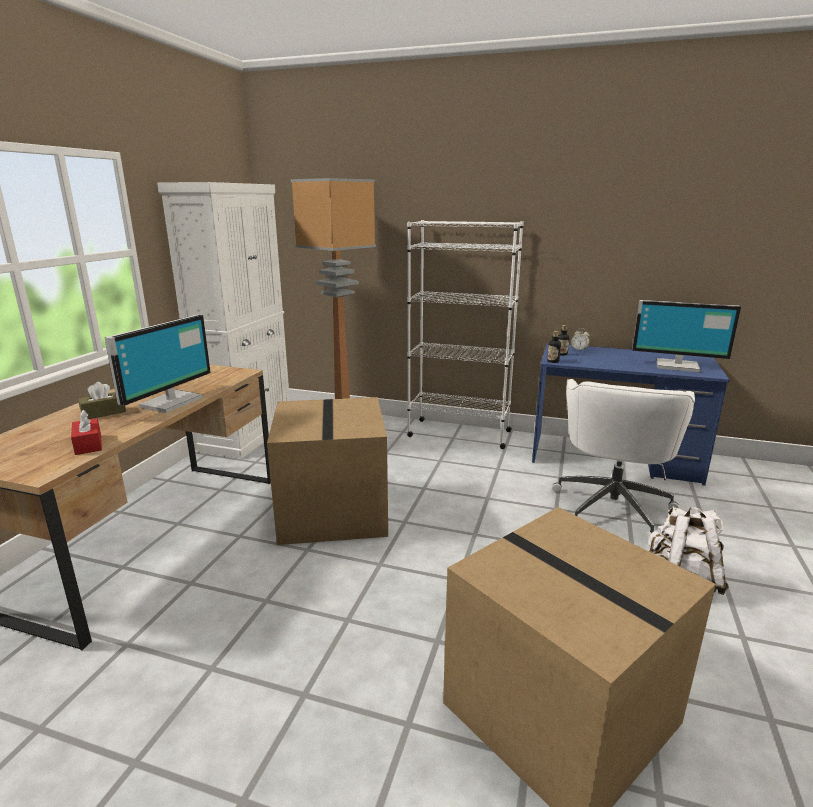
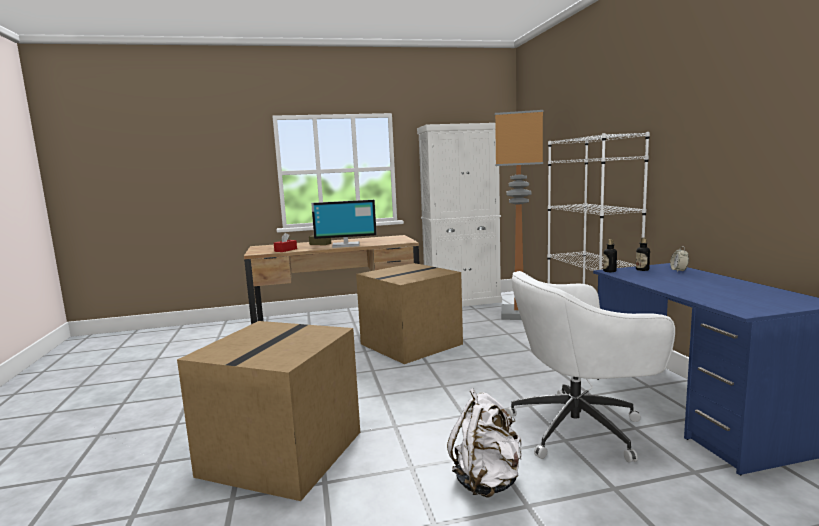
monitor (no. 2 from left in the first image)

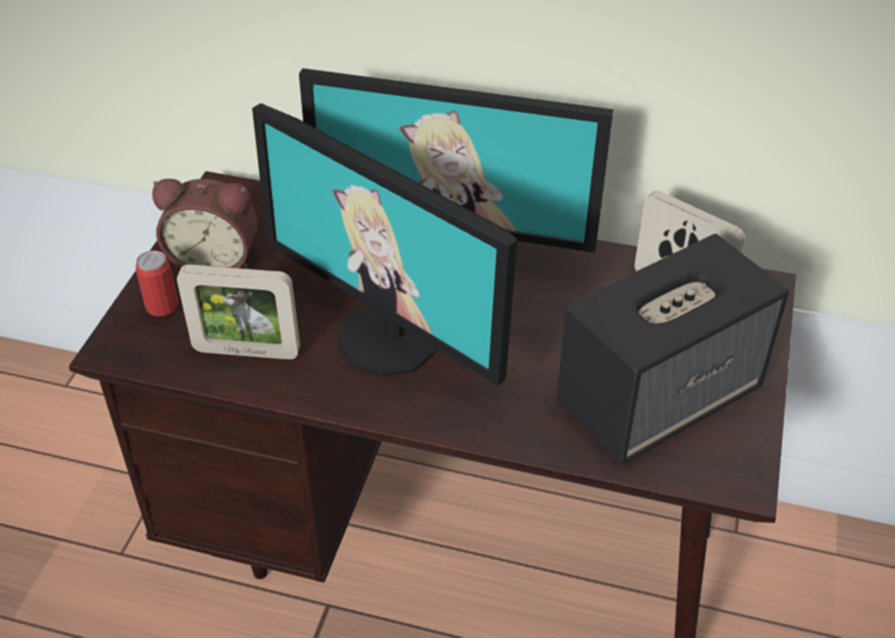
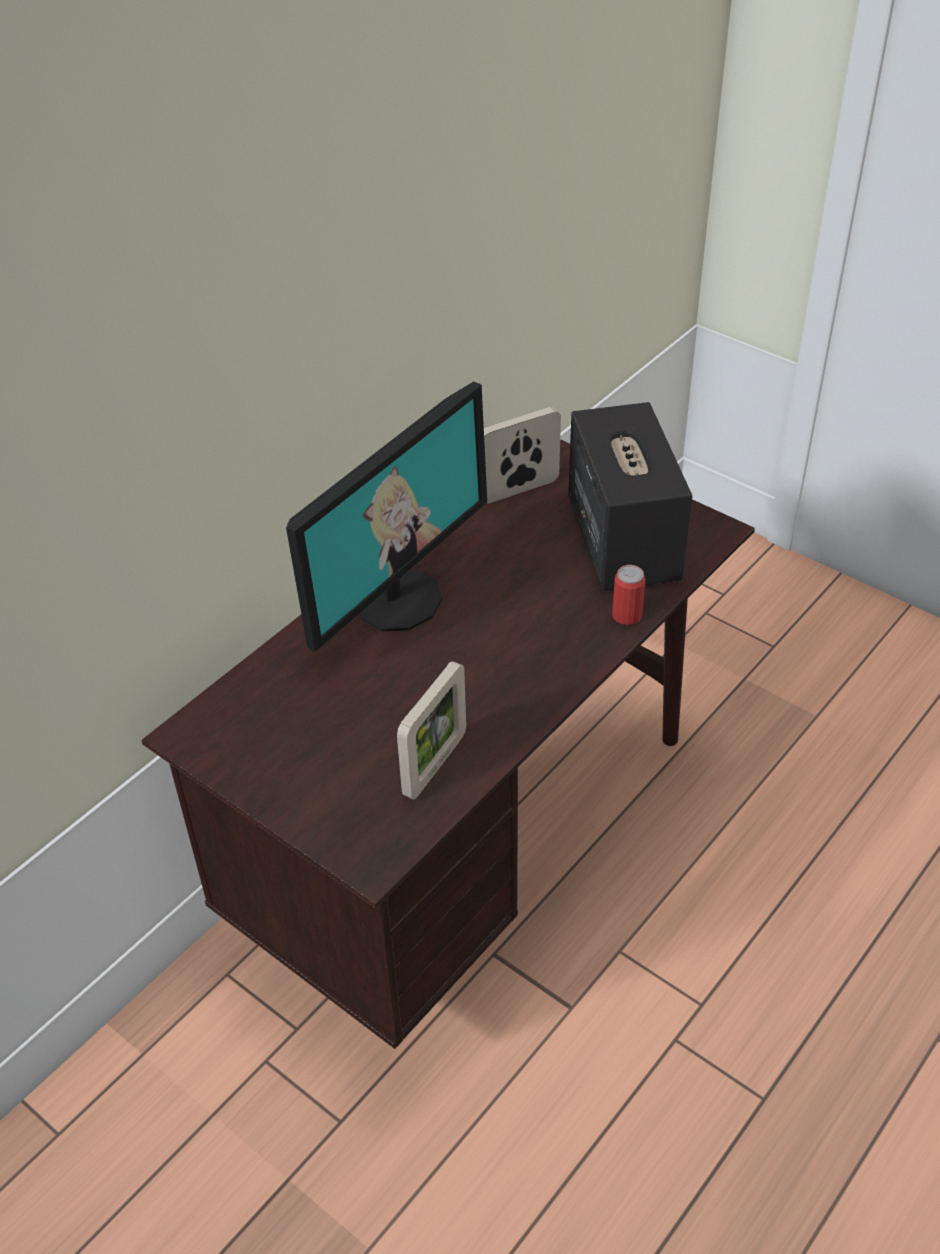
budzik
monitor (no. 1 from left in the first image)
puszka

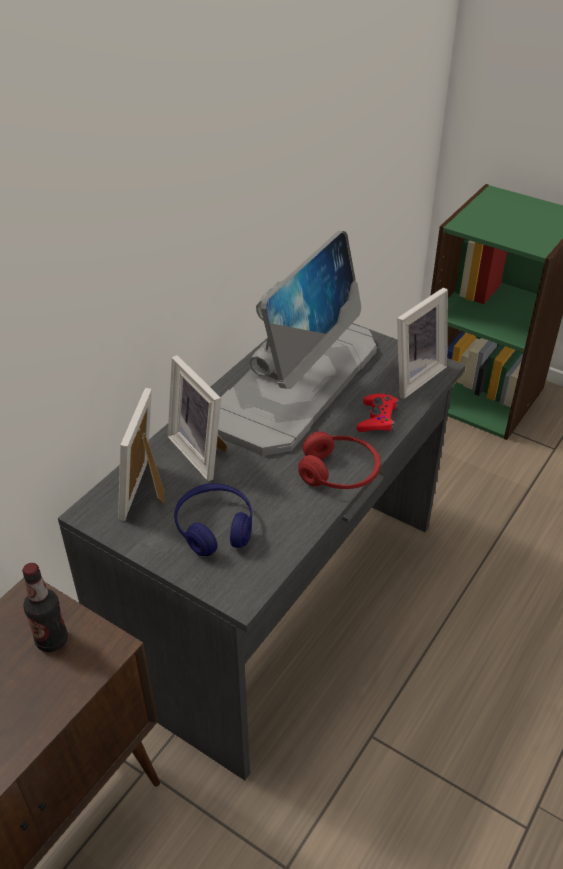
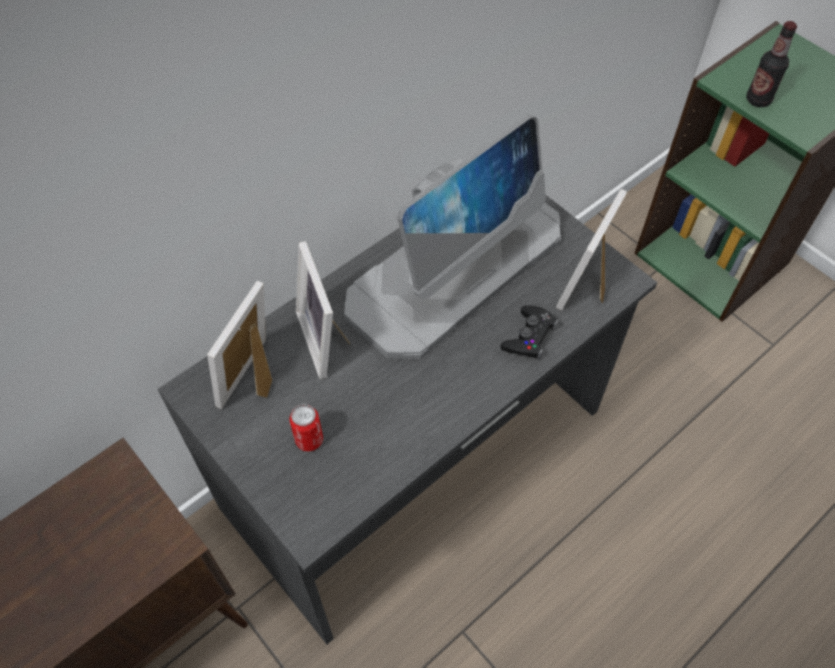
słuchawki [czerwony]
butelka
puszka
pad do gier [czarny]
ramka na zdjęcie (no. 3 from left)

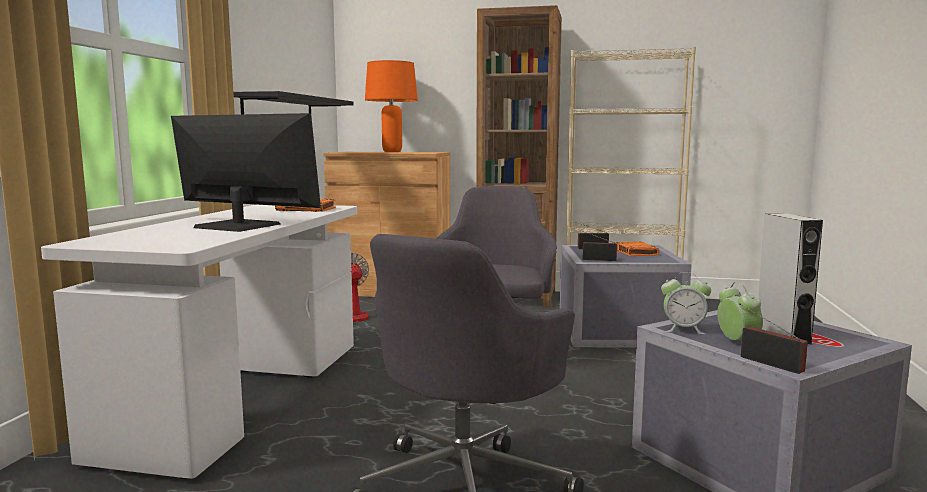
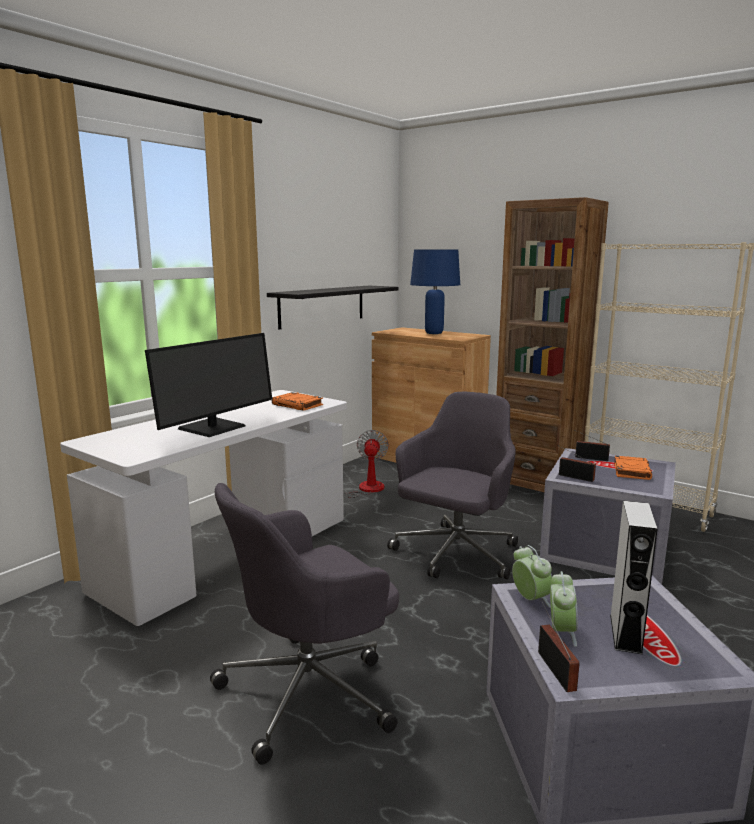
lampa stołowa [niebieski]
monitor
budzik (no. 1 from left)

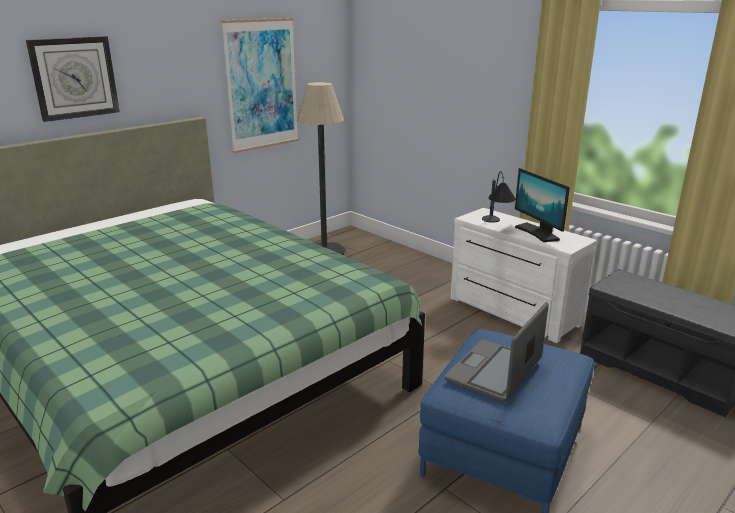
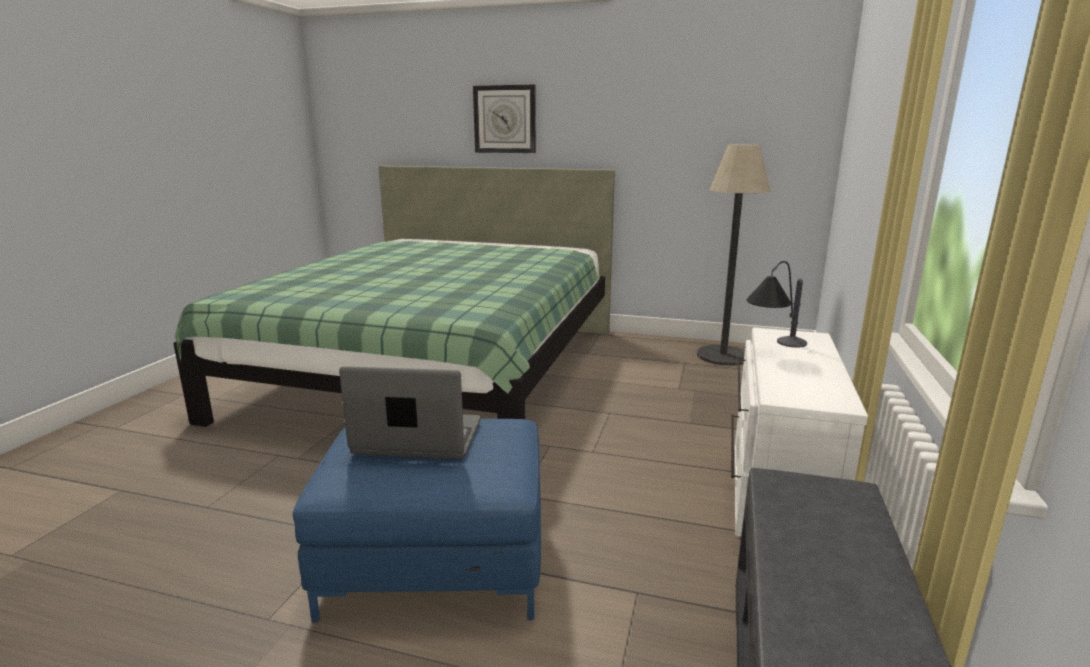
obraz
monitor

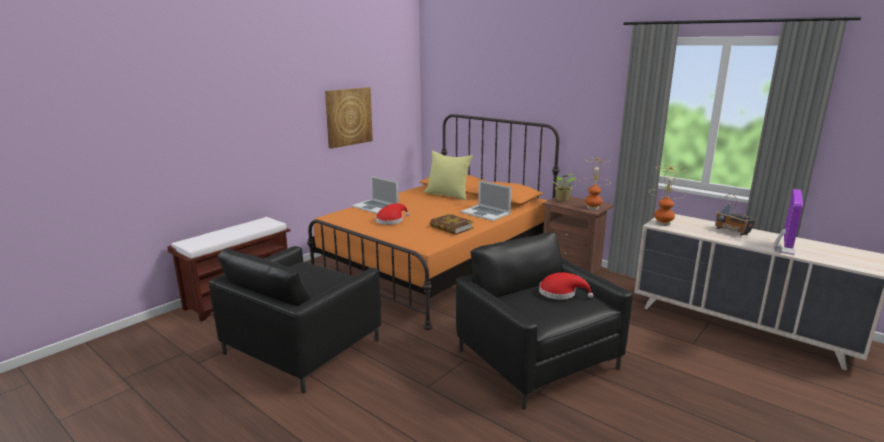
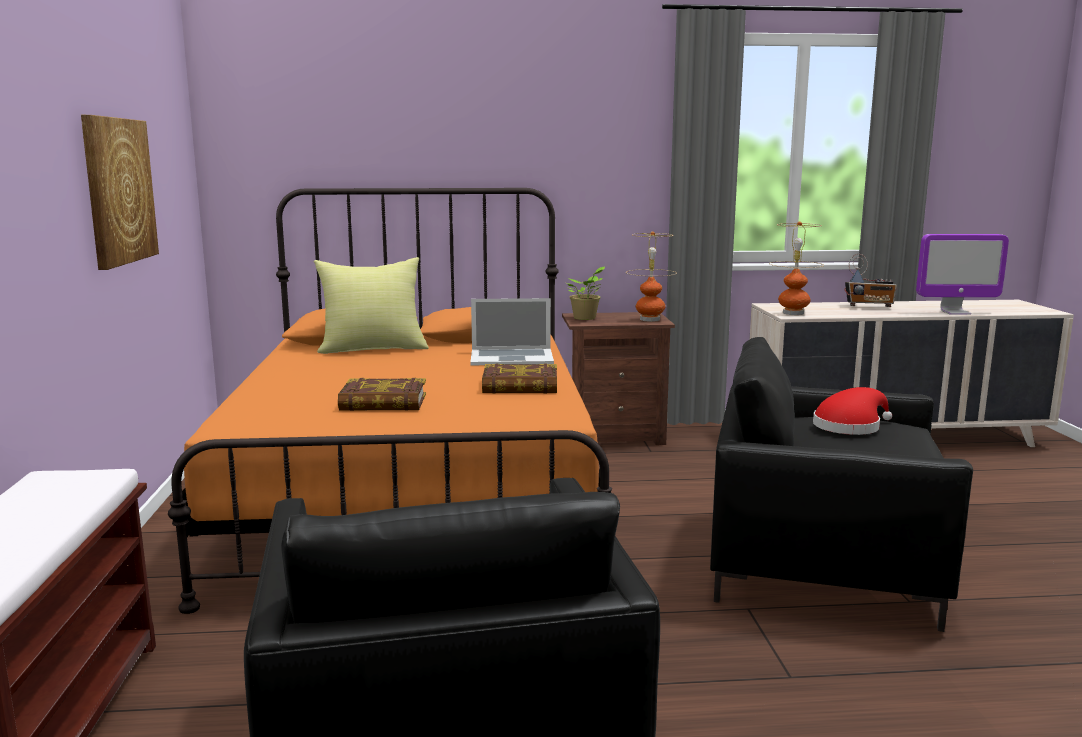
laptop (no. 1 from left in the first image)
książka (no. 1 from left)
monitor

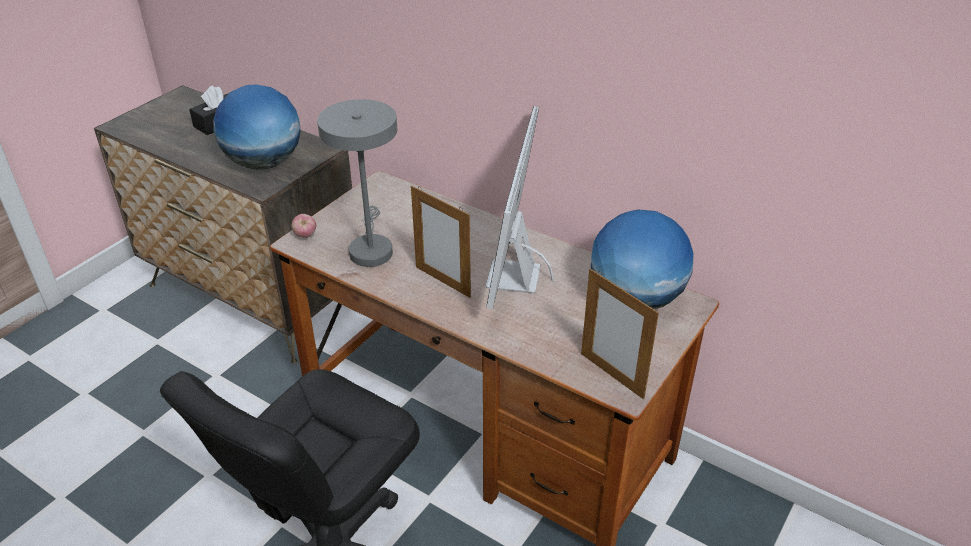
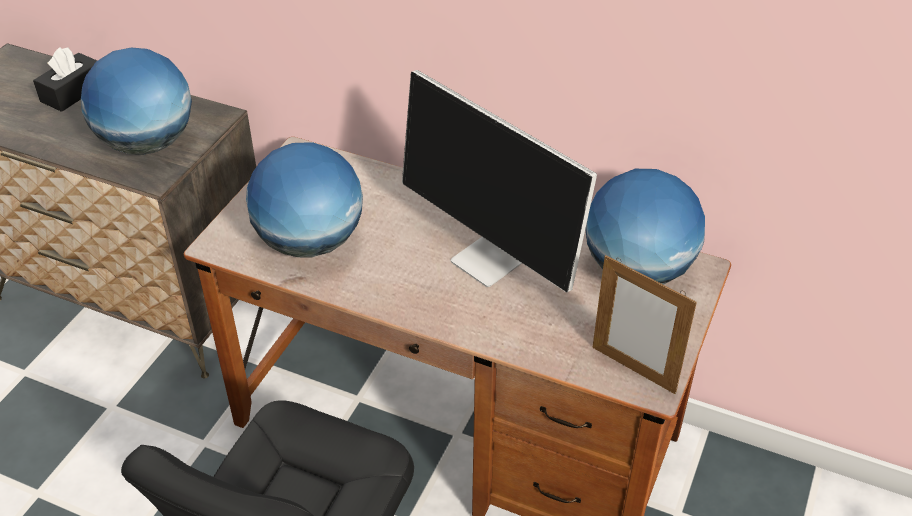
jabłko
ramka na zdjęcie (no. 1 from left in the first image)
globus (no. 2 from left)
monitor

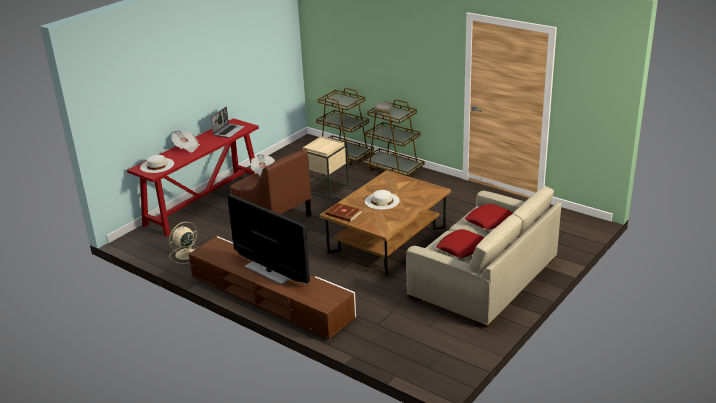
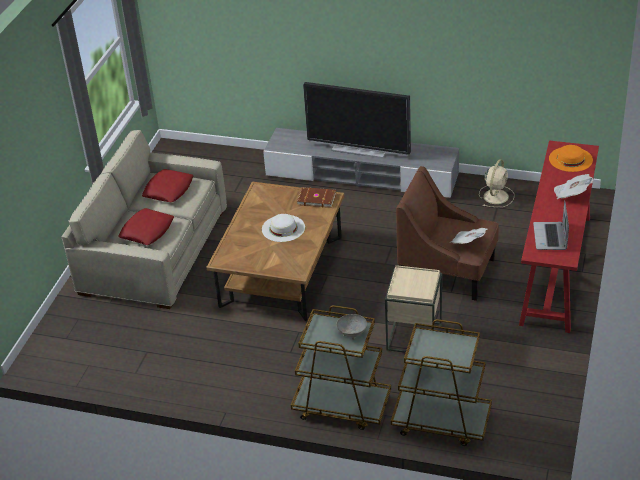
kapelusz [pomarańczowy]
szafka pod telewizor [szary]

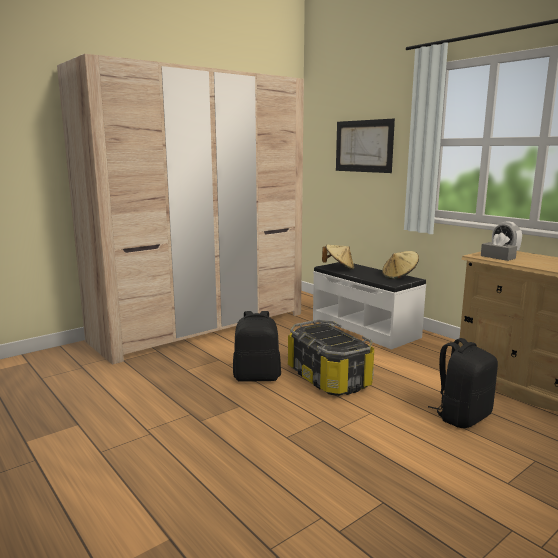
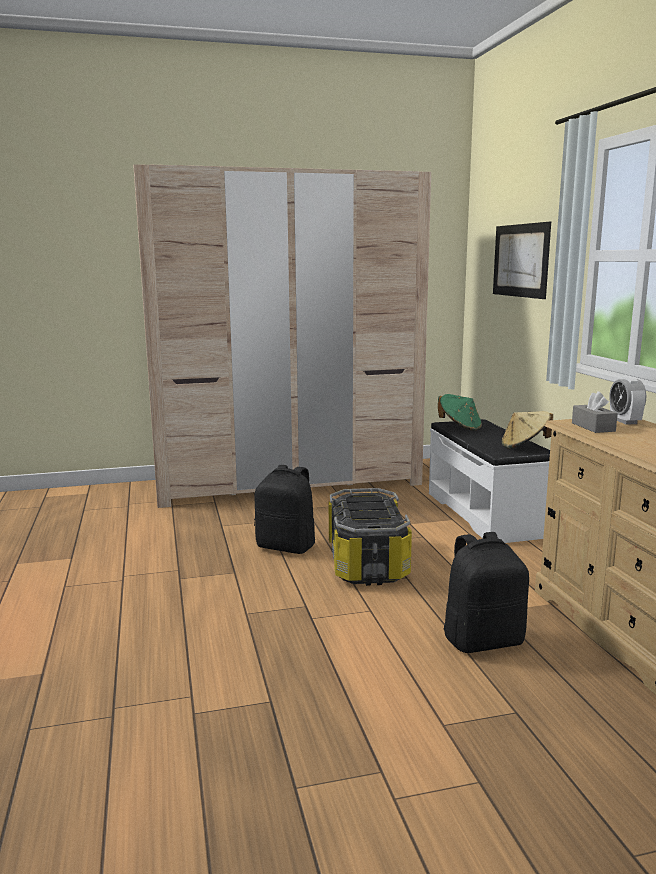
kapelusz [zielony]

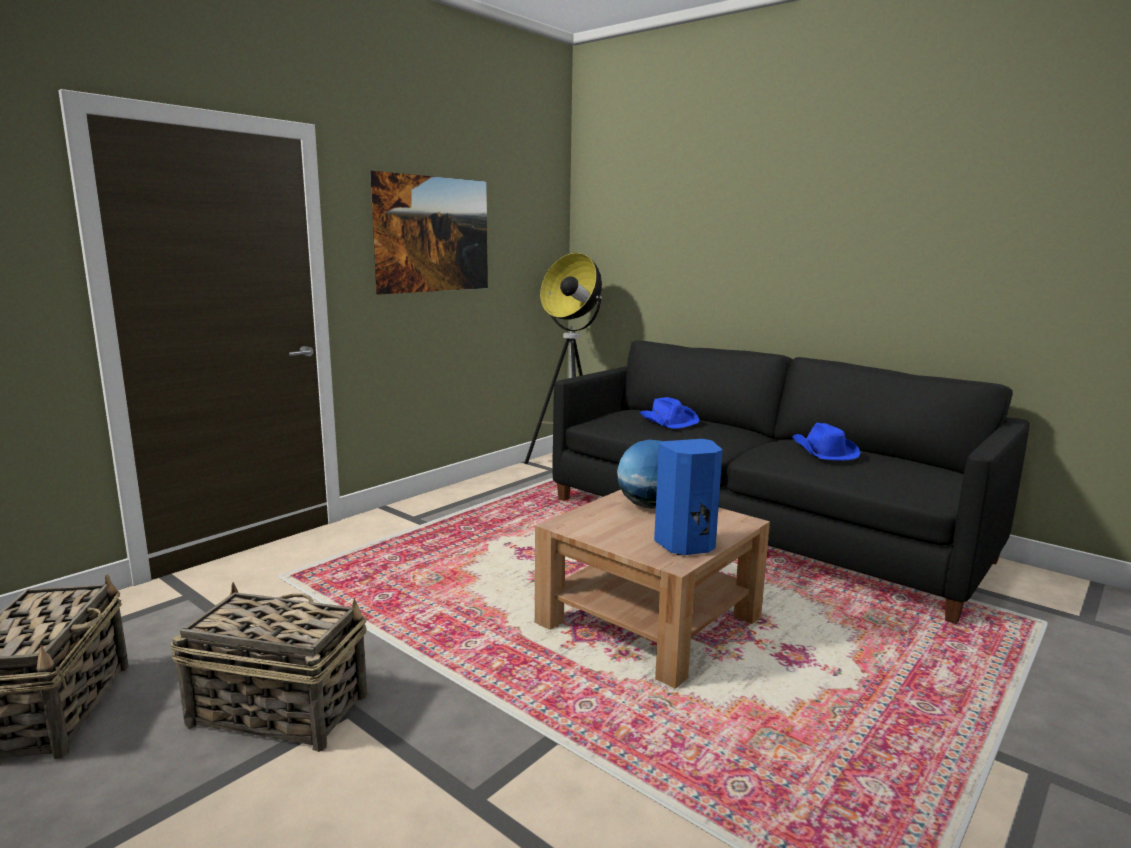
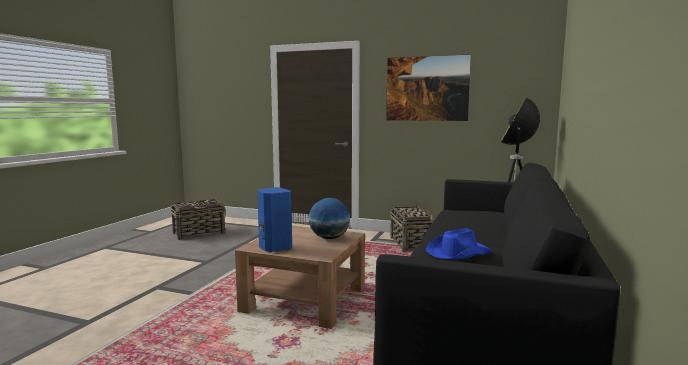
kapelusz [niebieski] (no. 1 from left in the first image)
koszyk (no. 2 from left)

